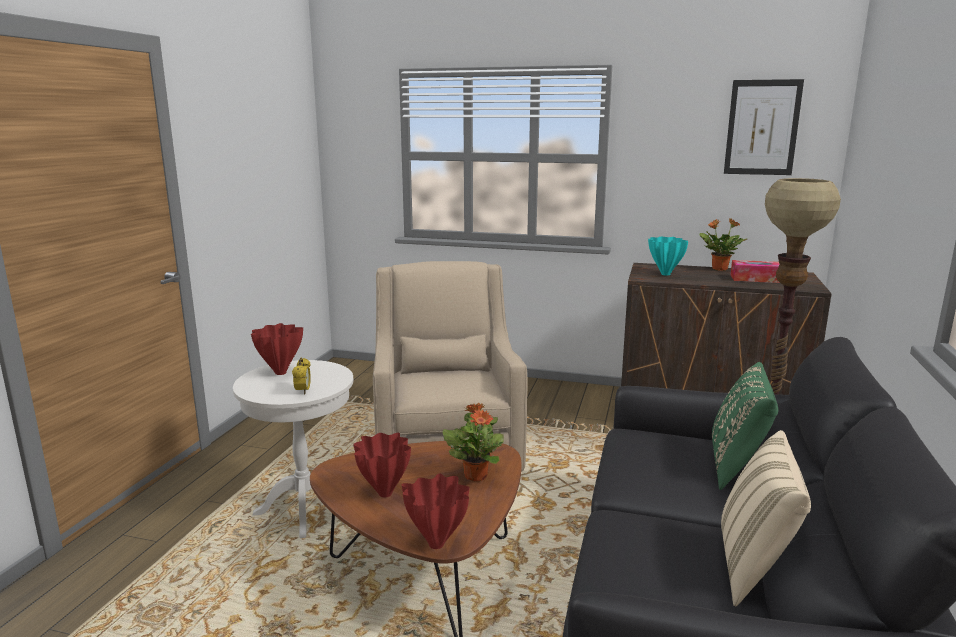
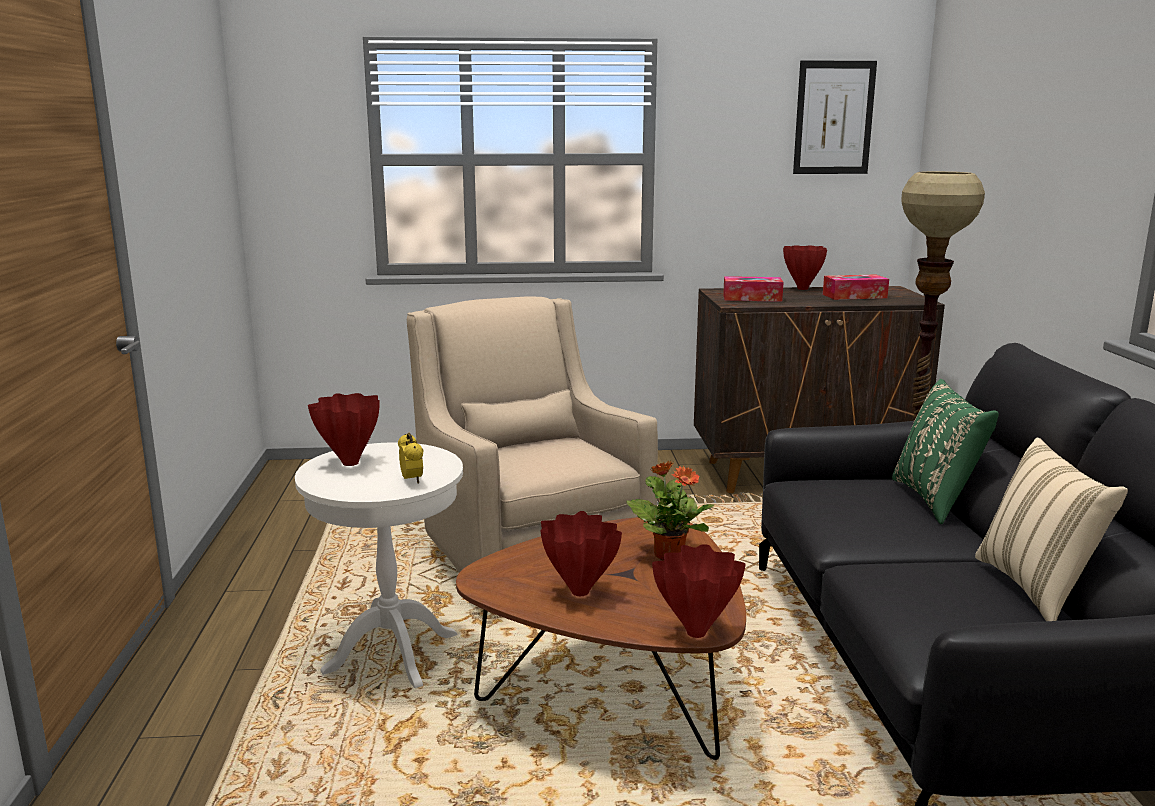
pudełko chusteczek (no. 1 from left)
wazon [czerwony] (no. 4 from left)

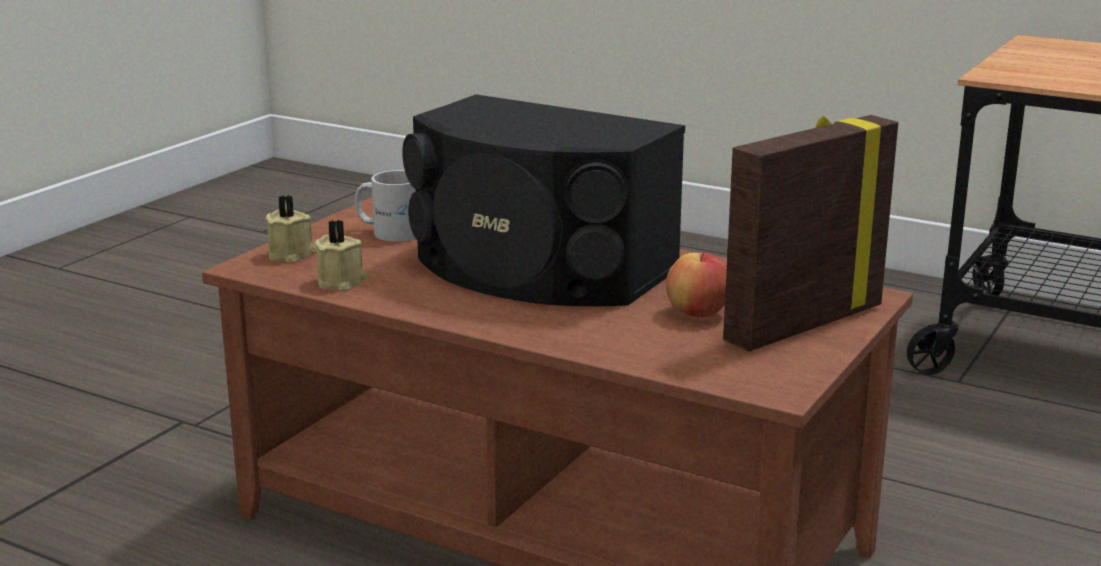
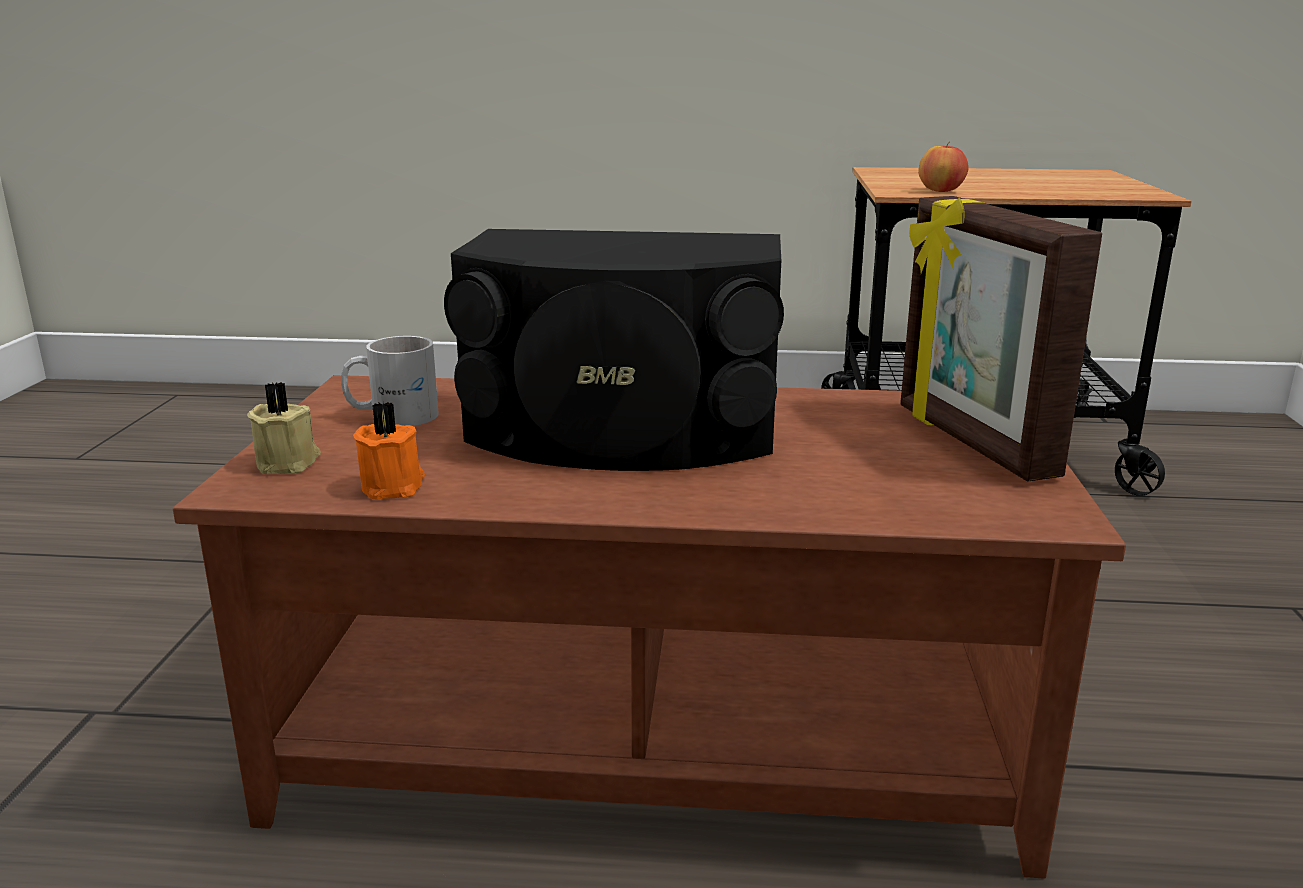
jabłko
świeca [pomarańczowy]
ramka na zdjęcie

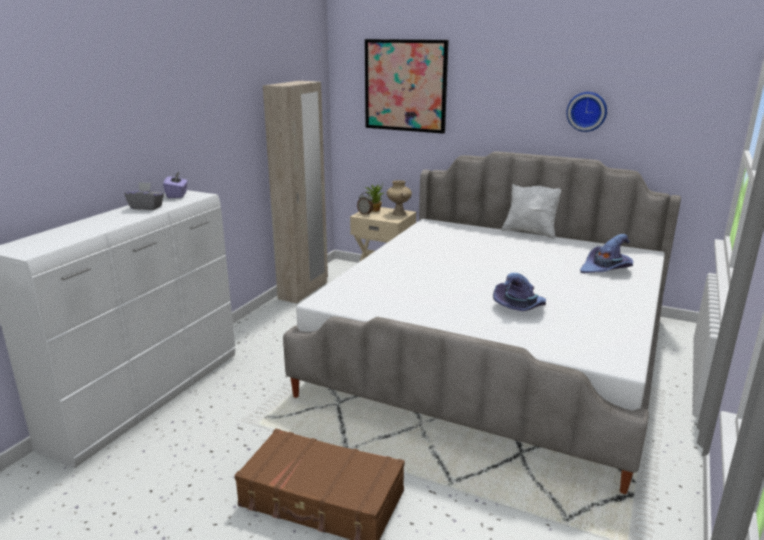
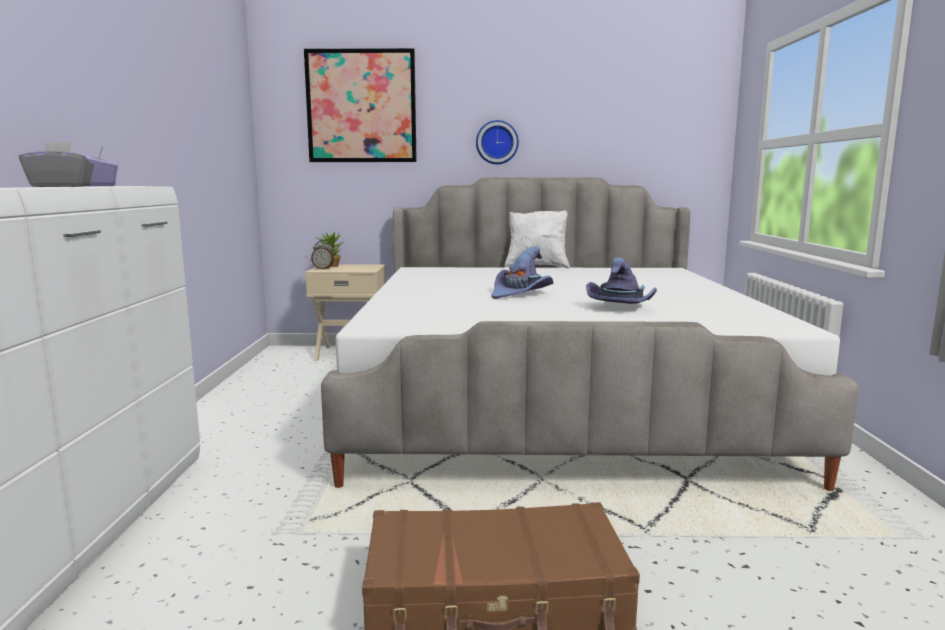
szafa [beżowy]
wazon [beżowy]
zegar ścienny
kapelusz [fioletowy] (no. 1 from left)

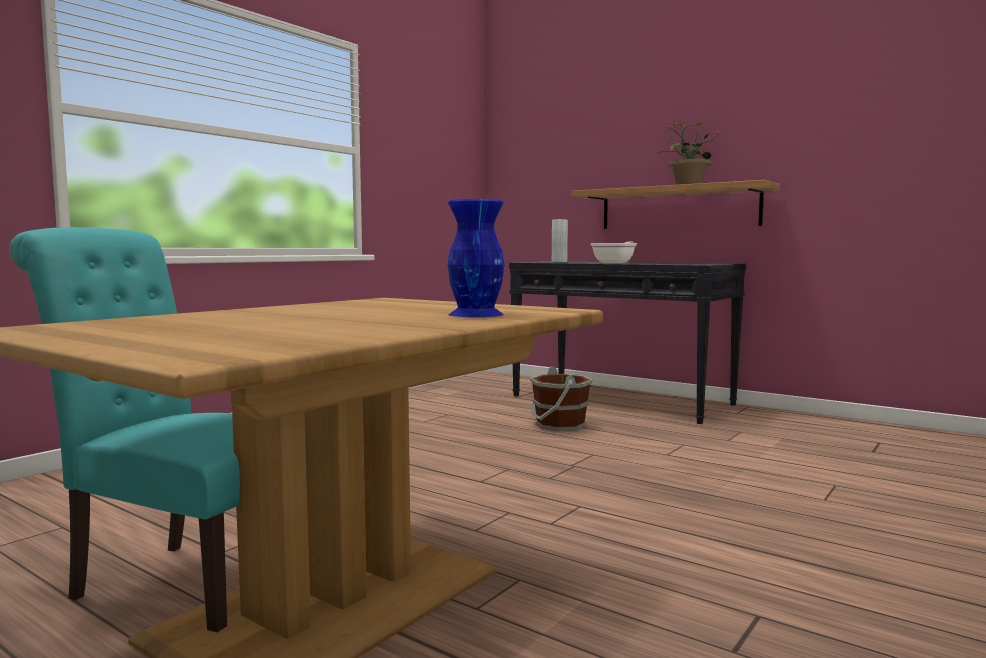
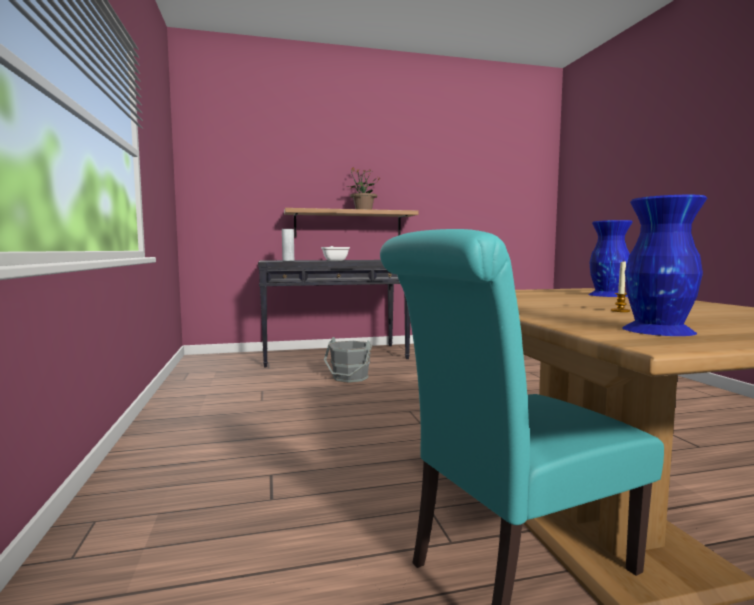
świeca
wazon [niebieski] (no. 2 from left)
wiadro [szary]

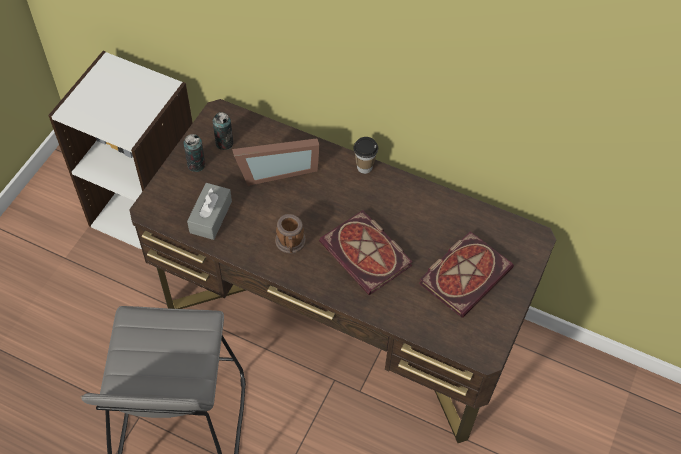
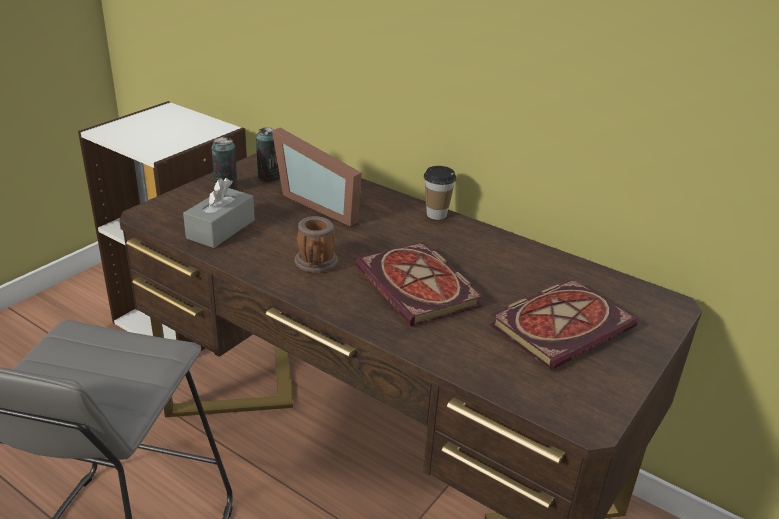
ramka na zdjęcie

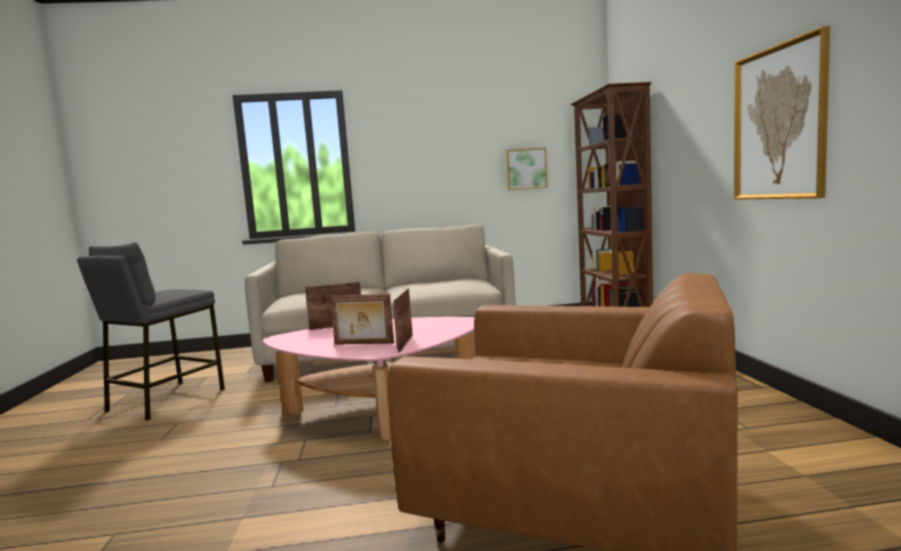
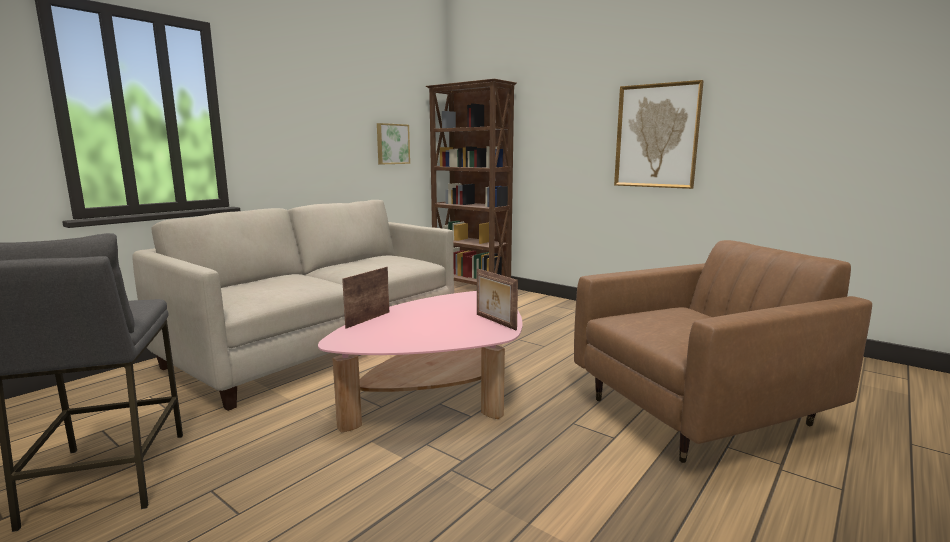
ramka na zdjęcie (no. 2 from left in the first image)

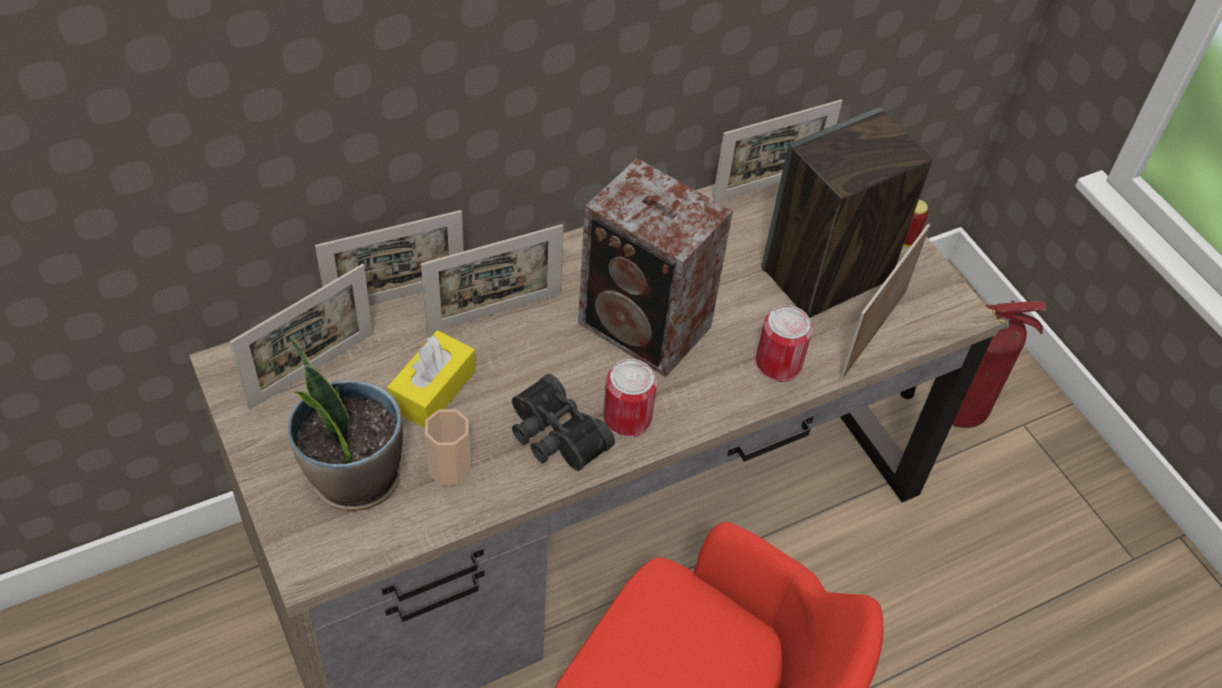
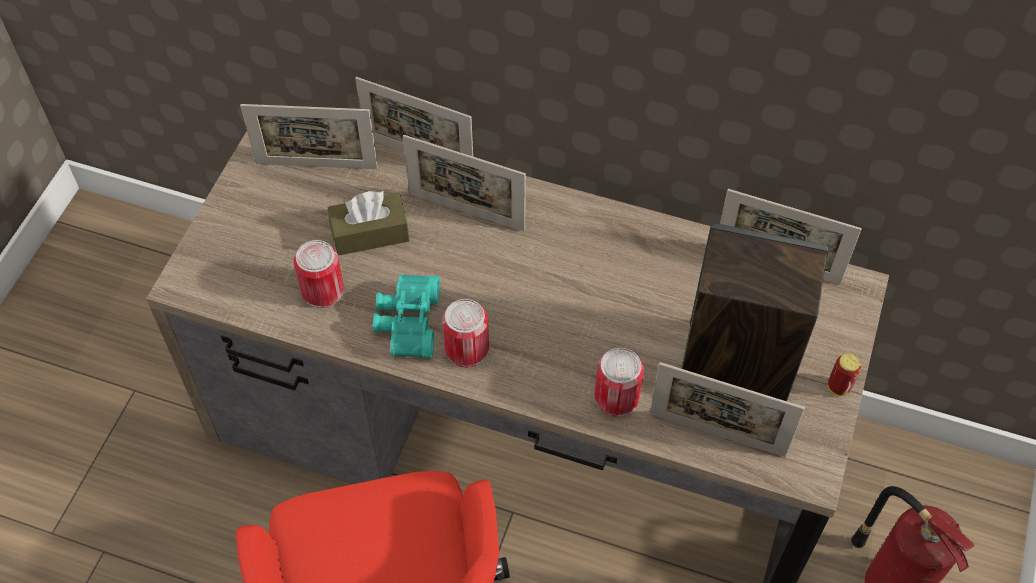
roślina doniczkowa
głośnik (no. 1 from left in the first image)
puszka (no. 1 from left)
pudełko chusteczek [brązowy]
lornetka [turkusowy]
ramka na zdjęcie (no. 4 from left)

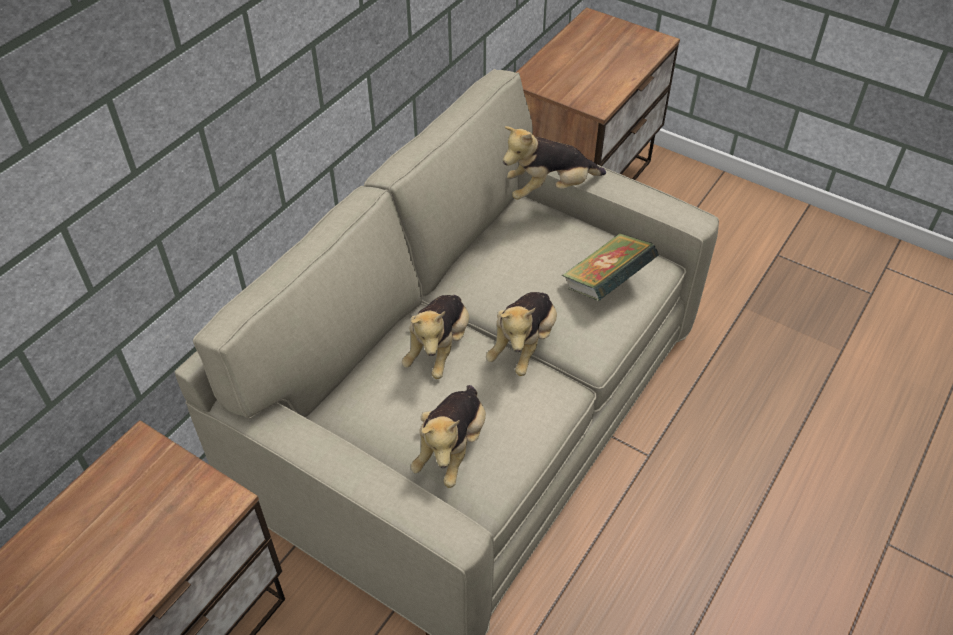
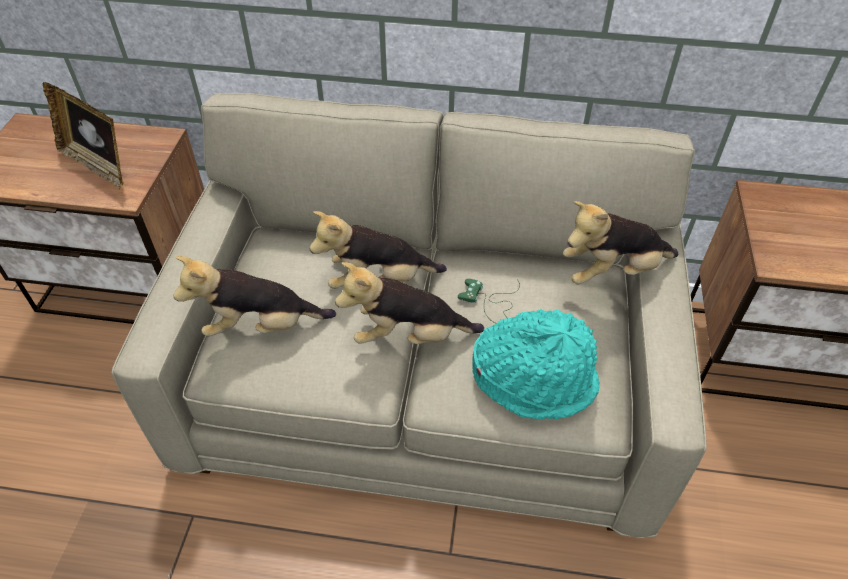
ramka na zdjęcie
pad do gier [zielony]
kapelusz [turkusowy]
pluszak (no. 4 from left)

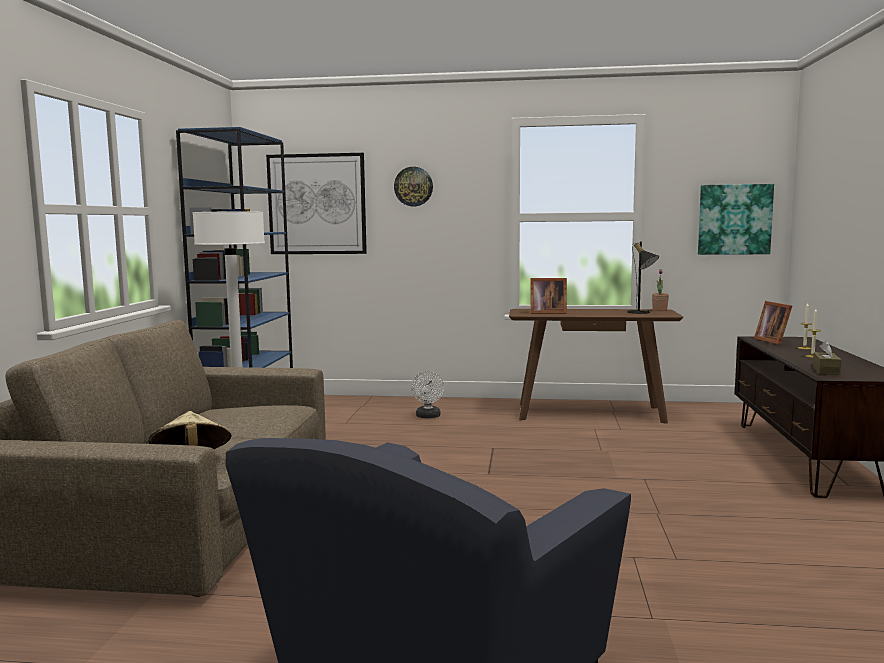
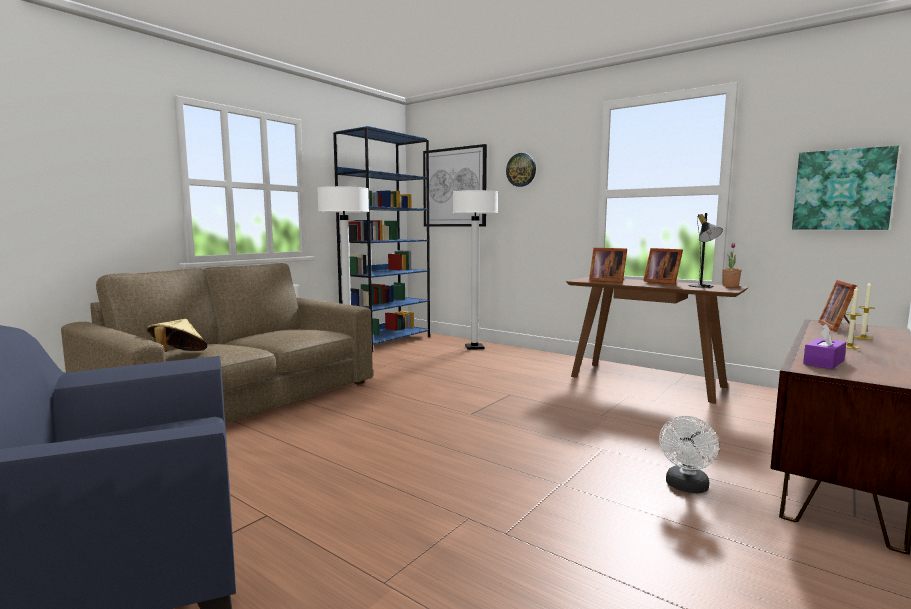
lampa stojąca [biały] (no. 2 from left)
ramka na zdjęcie (no. 2 from left)
wentylator [biały]
pudełko chusteczek [fioletowy]

